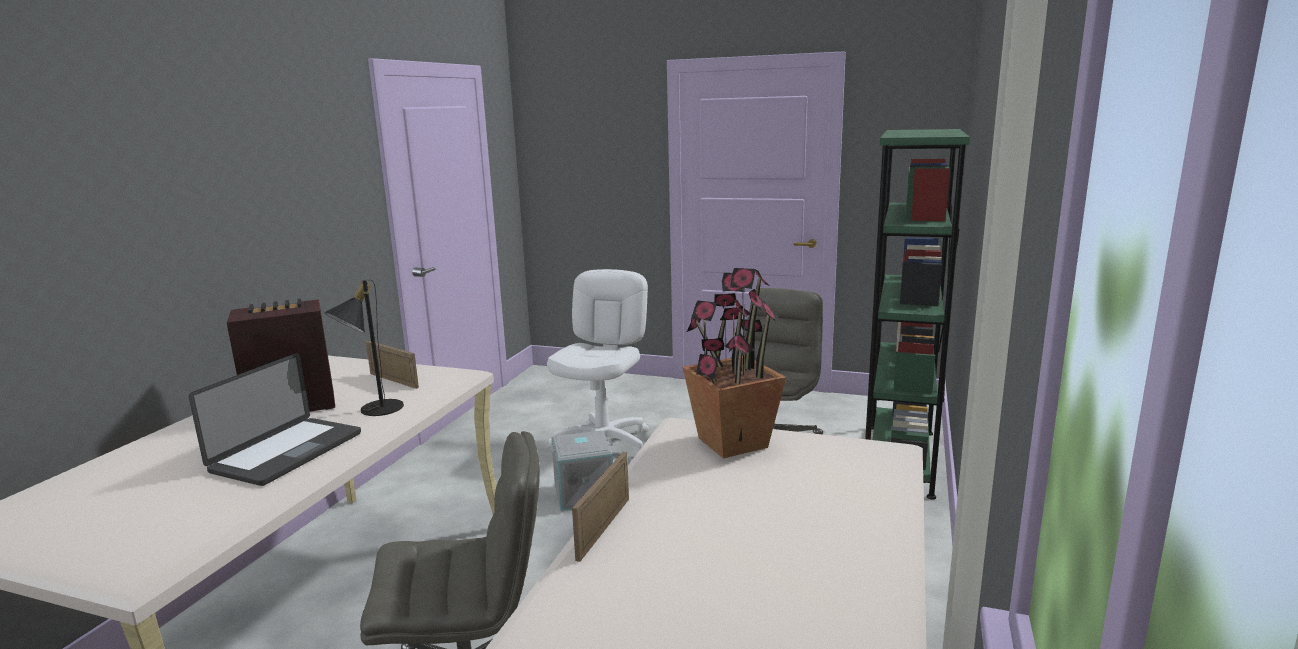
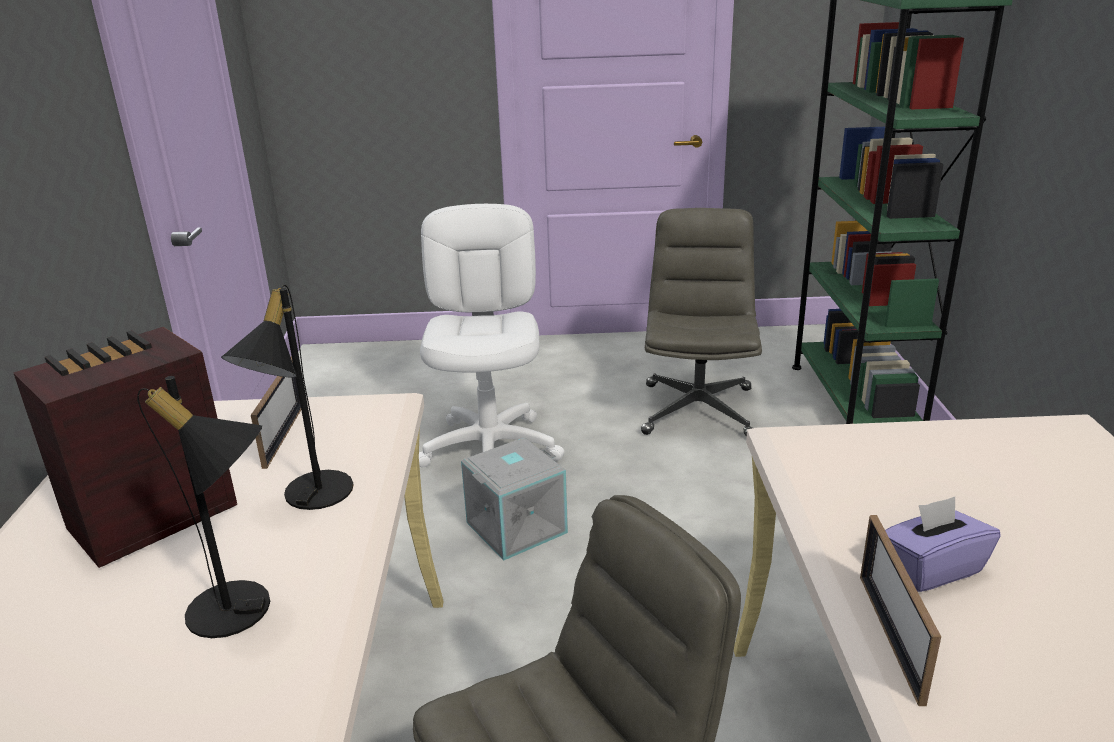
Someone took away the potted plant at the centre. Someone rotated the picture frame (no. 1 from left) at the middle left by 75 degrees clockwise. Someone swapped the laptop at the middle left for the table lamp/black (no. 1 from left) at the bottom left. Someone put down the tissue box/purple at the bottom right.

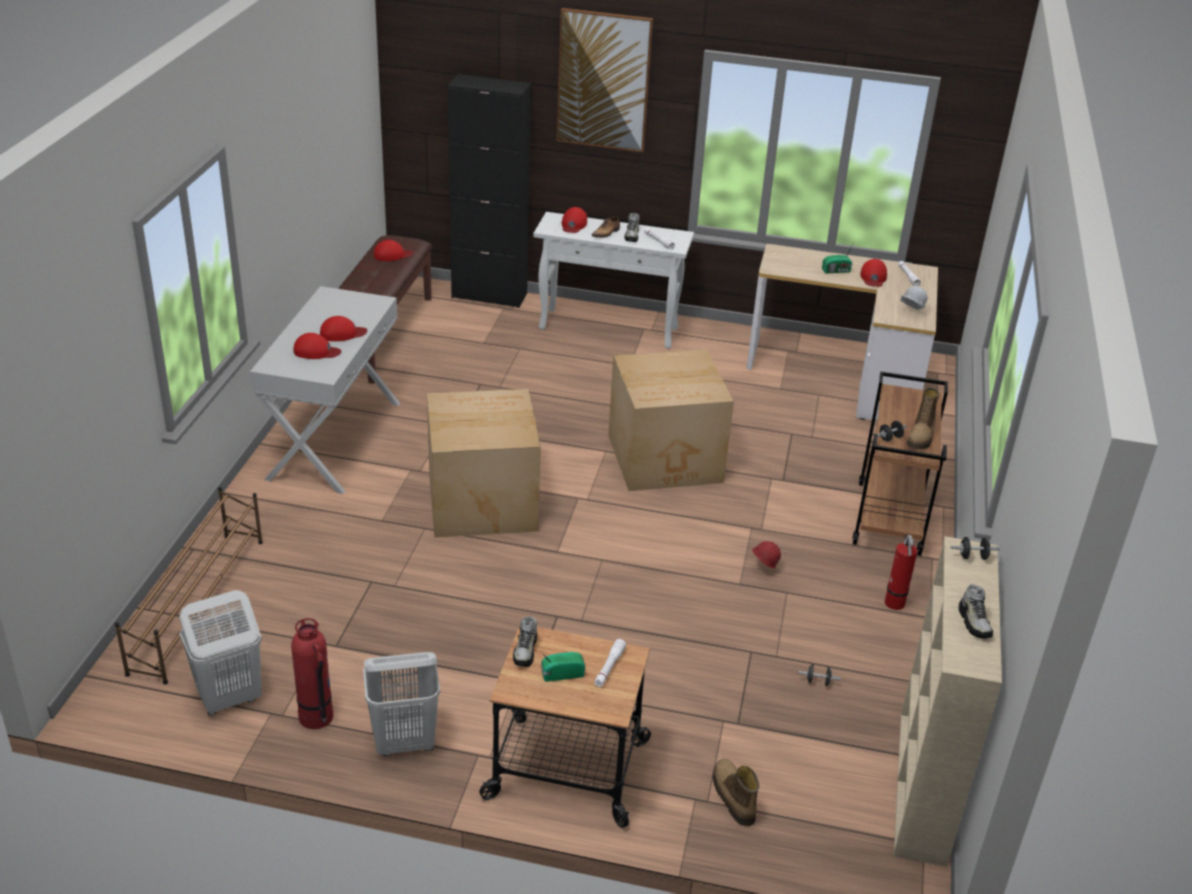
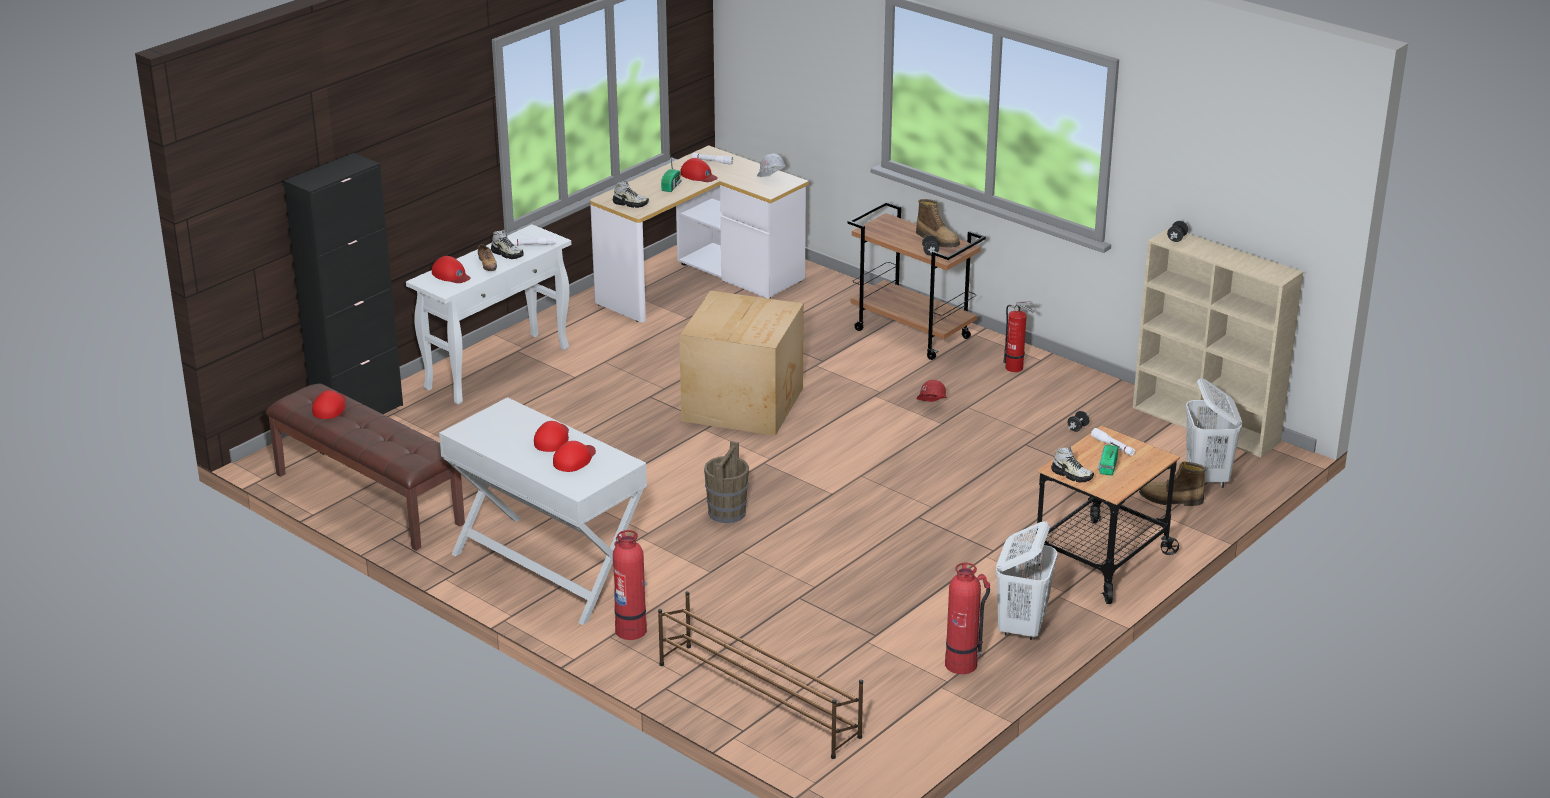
Someone took away the picture at the top centre. Someone swapped the cardboard box (no. 1 from left) at the centre for the bucket/brown at the centre. Someone carried the shoe (no. 4 from left in the first image) from the bottom right to the top centre. Someone carried the laundry basket/white (no. 1 from left in the first image) from the bottom left to the middle right. Someone put down the fire extinguisher (no. 1 from left) at the bottom centre.

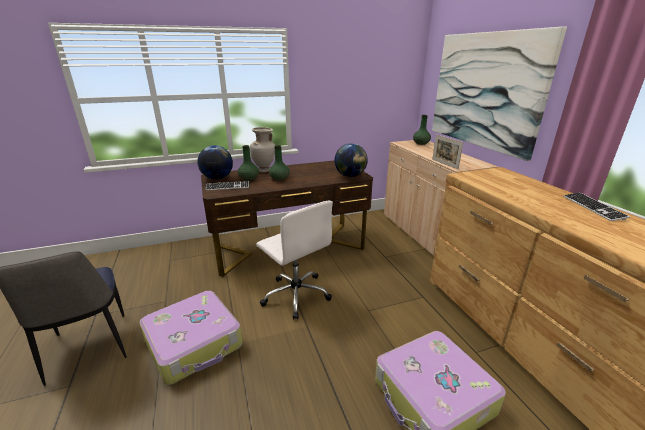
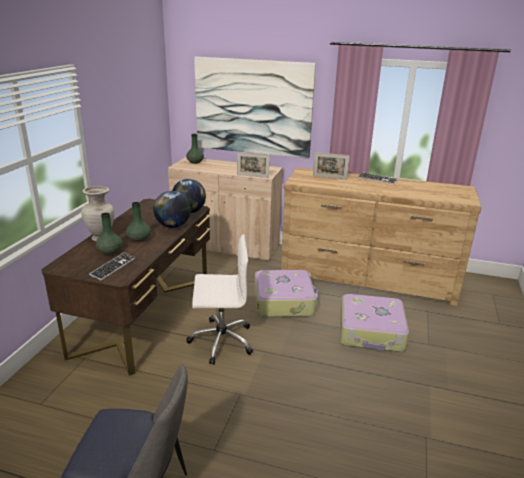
Someone carried the globe (no. 1 from left) from the centre to the middle left. Someone carried the suitcase (no. 1 from left) from the bottom left to the centre. Someone put down the picture frame (no. 2 from left) at the centre.

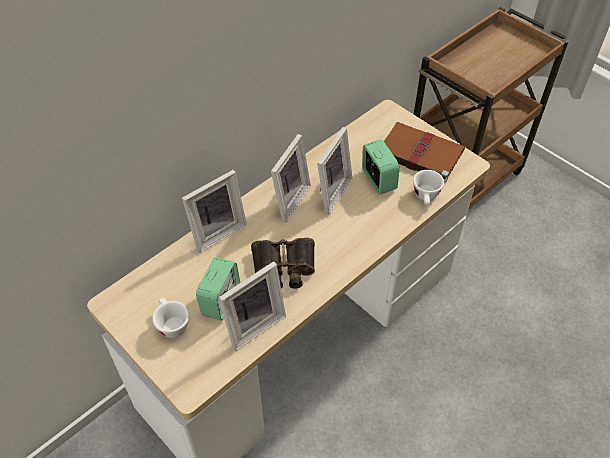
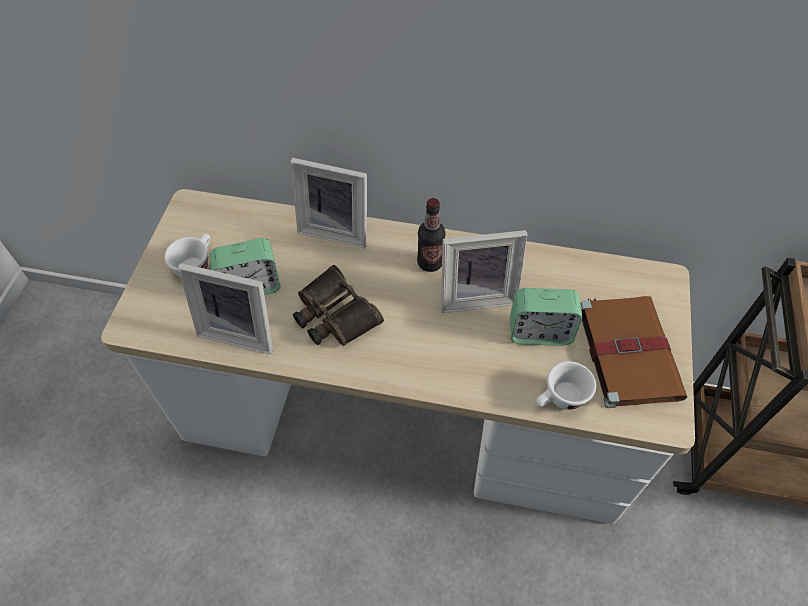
Someone swapped the picture frame (no. 3 from left) at the centre for the bottle at the centre. Someone rotated the alarm clock (no. 2 from left) at the centre by 60 degrees clockwise.

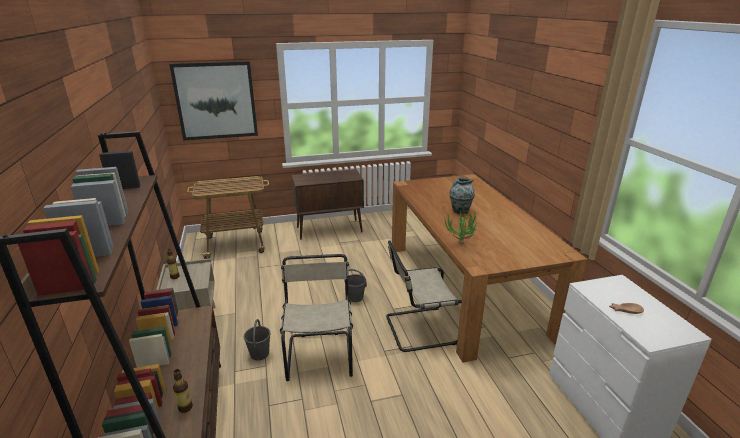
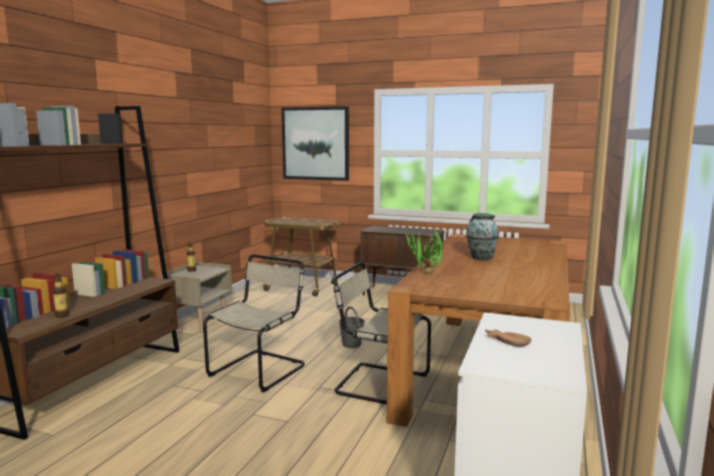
Someone took away the bucket/grey (no. 1 from left) at the bottom centre.

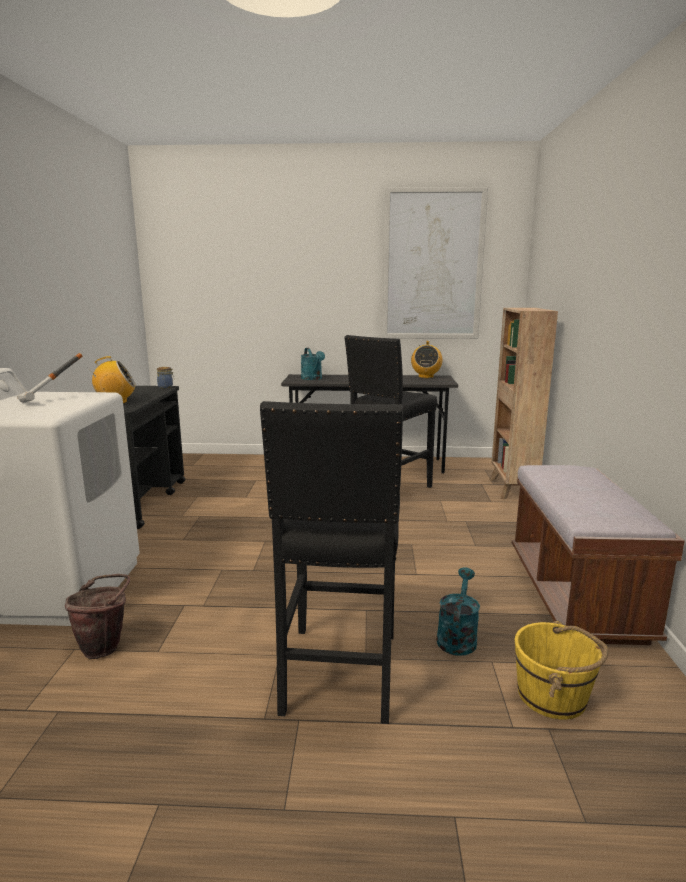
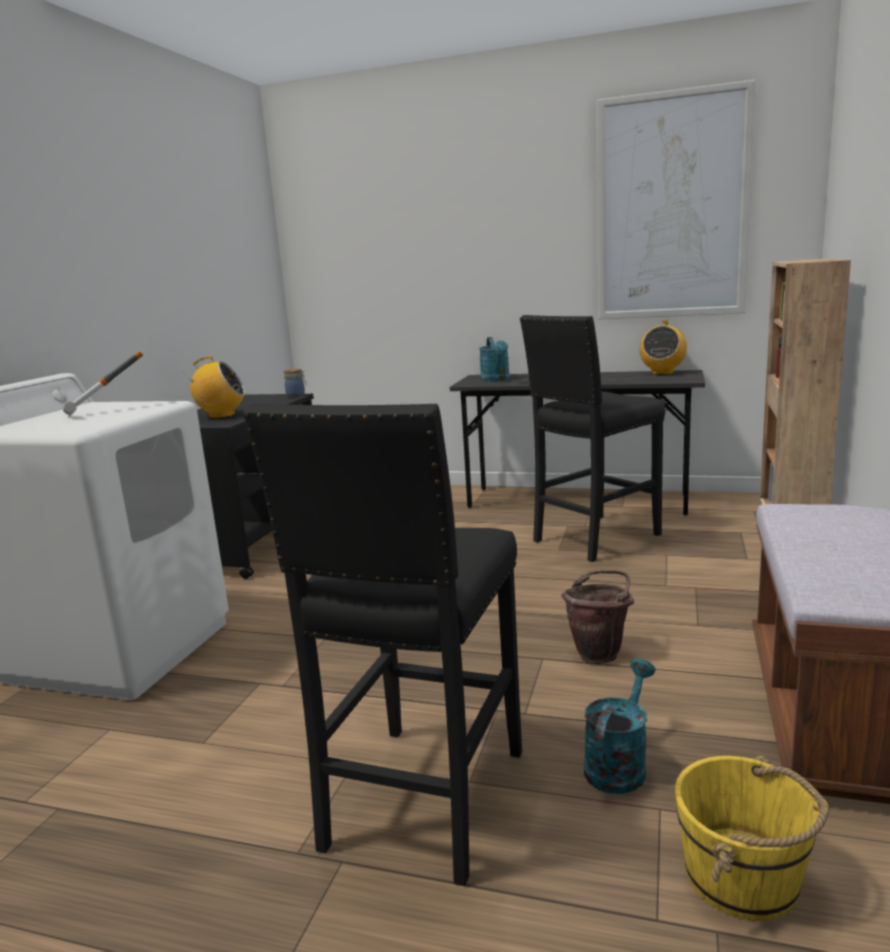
Someone carried the bucket/brown from the bottom left to the middle right.

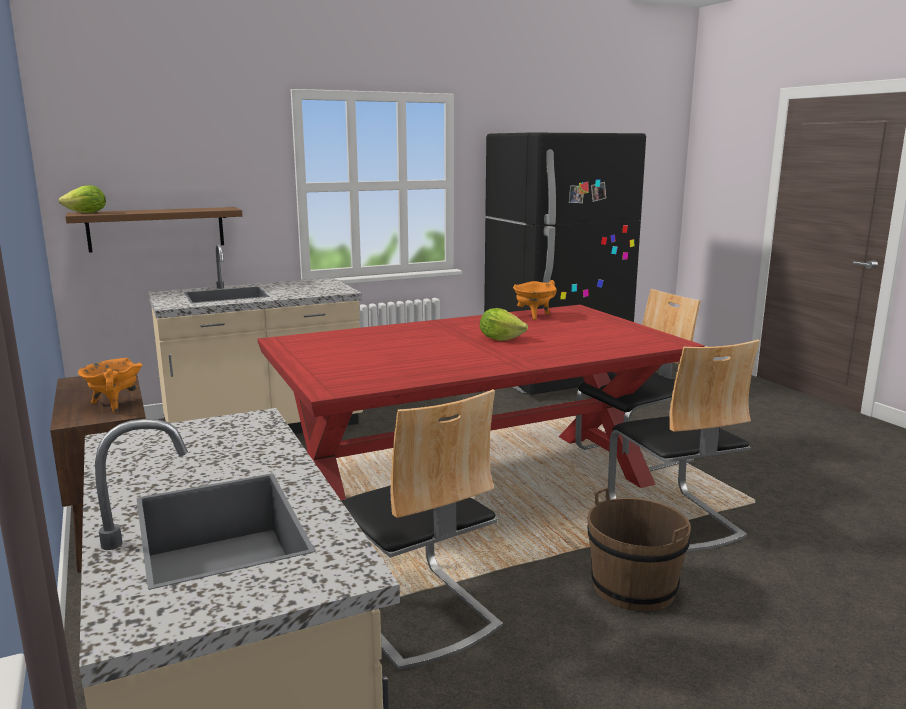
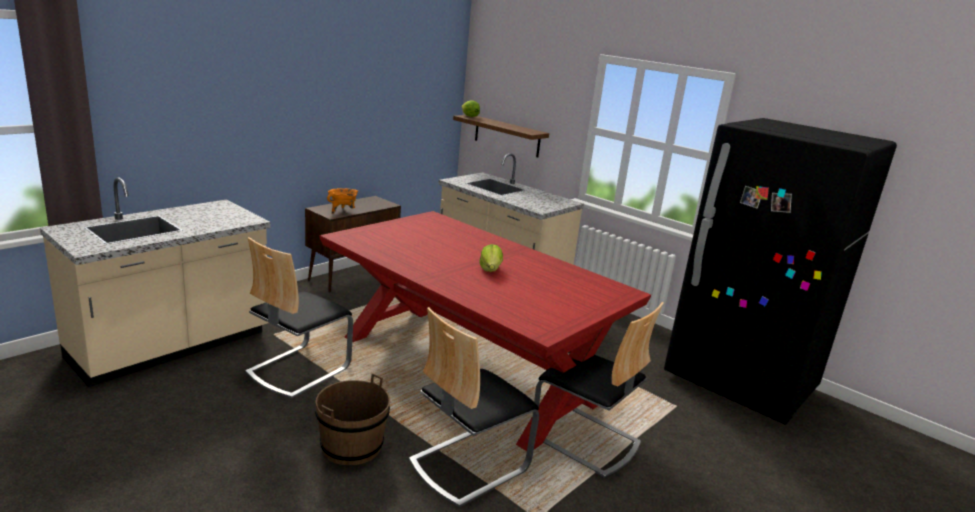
Someone took away the cooking pot/orange (no. 2 from left) at the centre.

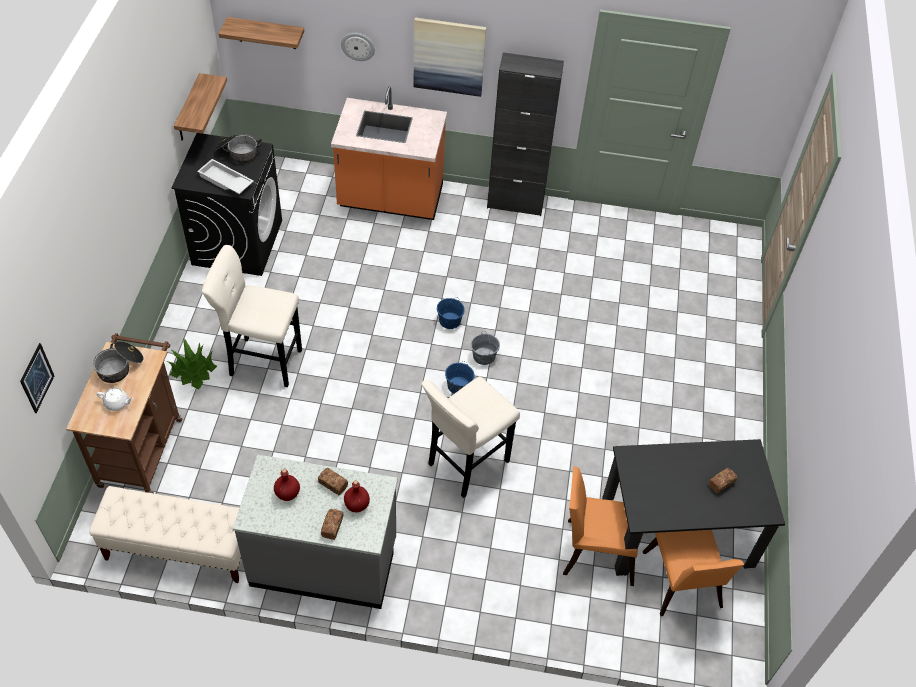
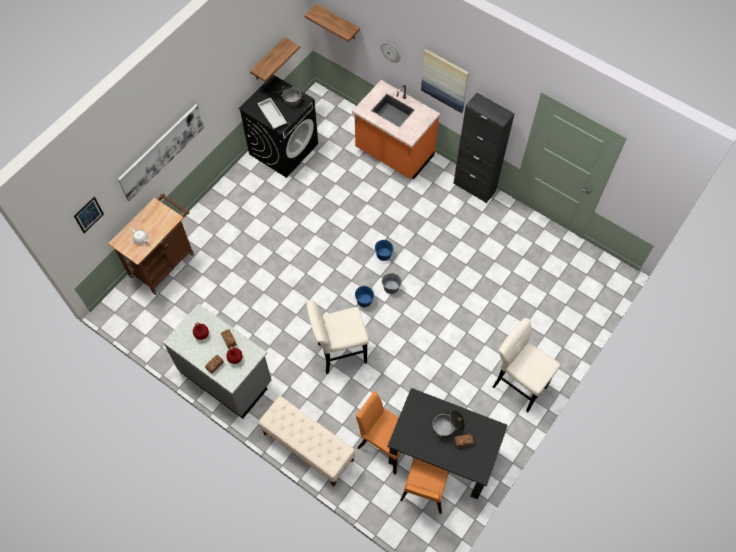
Someone carried the stool/beige (no. 1 from left in the first image) from the middle left to the middle right. Someone took away the potted plant at the middle left. Someone carried the cooking pot (no. 1 from left in the first image) from the middle left to the bottom centre. Someone carried the bench/beige from the bottom left to the bottom centre. Someone put up the picture (no. 2 from left) at the top left.

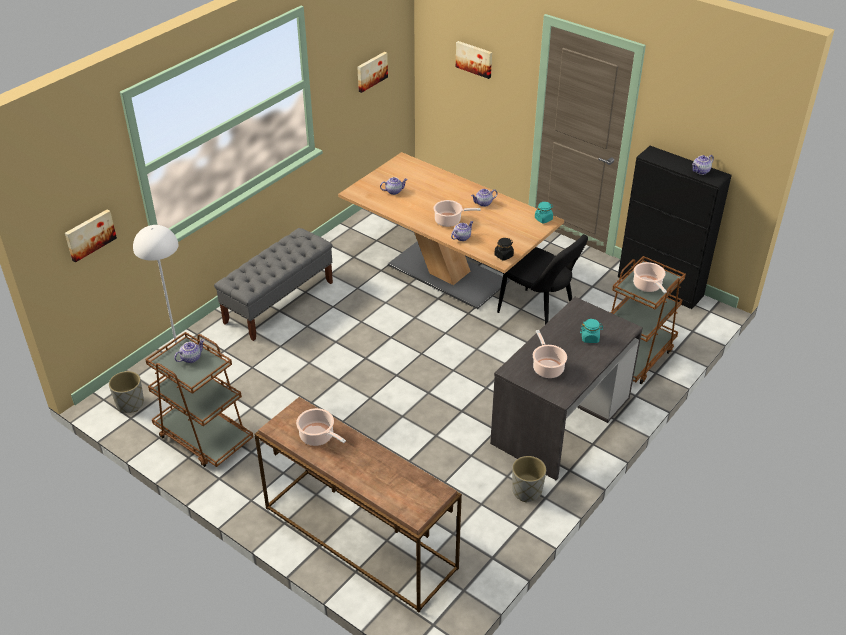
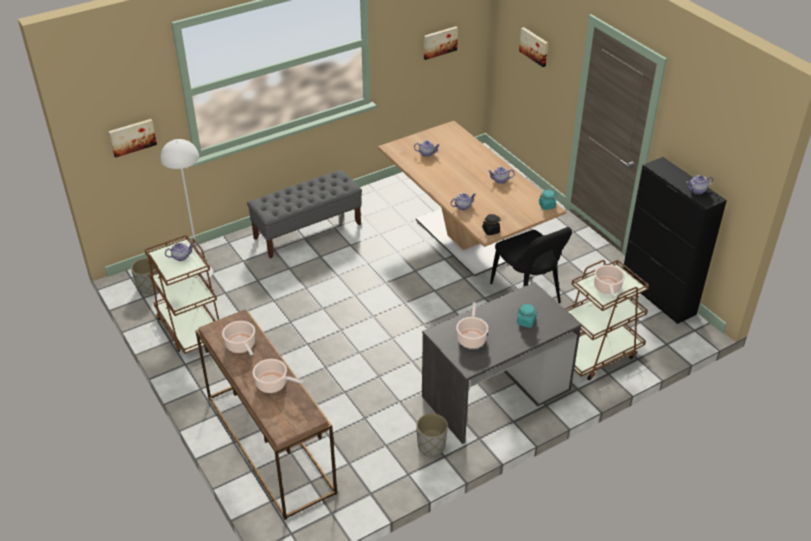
Someone carried the cooking pot (no. 2 from left) from the centre to the bottom centre.

